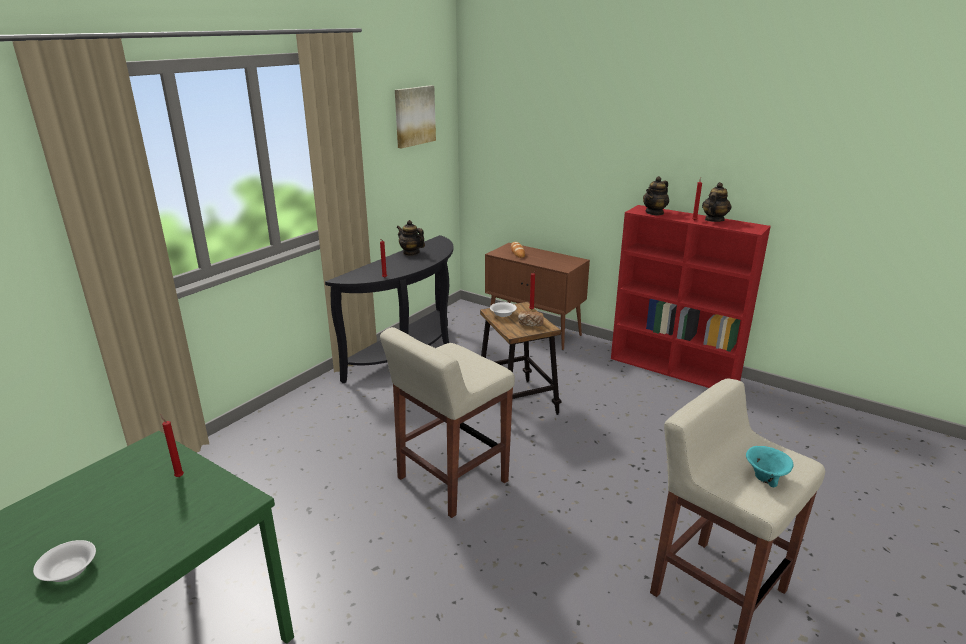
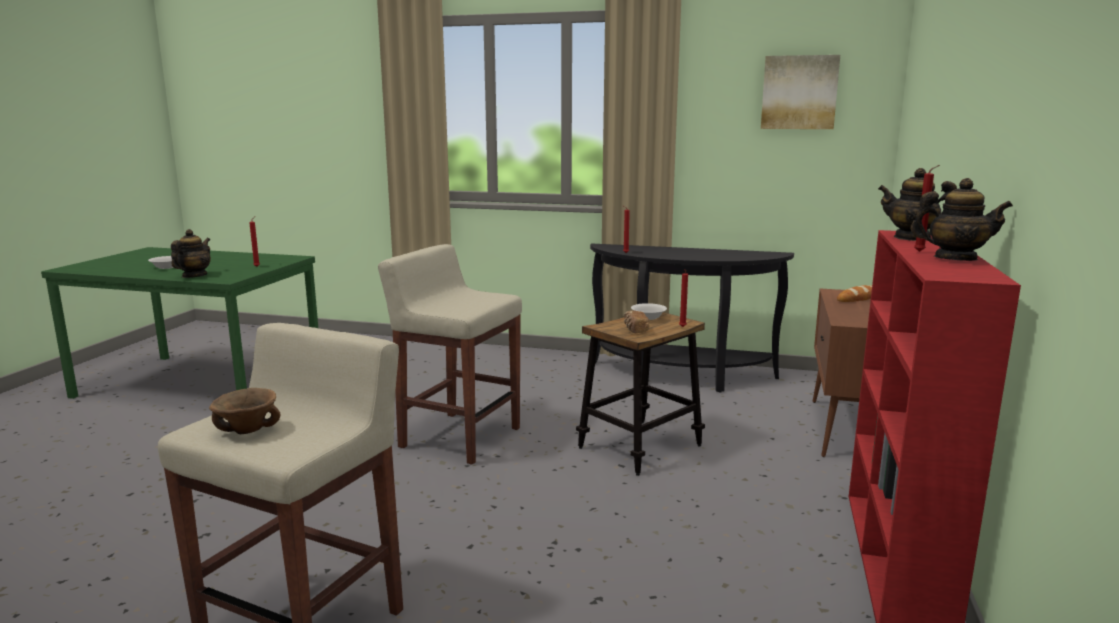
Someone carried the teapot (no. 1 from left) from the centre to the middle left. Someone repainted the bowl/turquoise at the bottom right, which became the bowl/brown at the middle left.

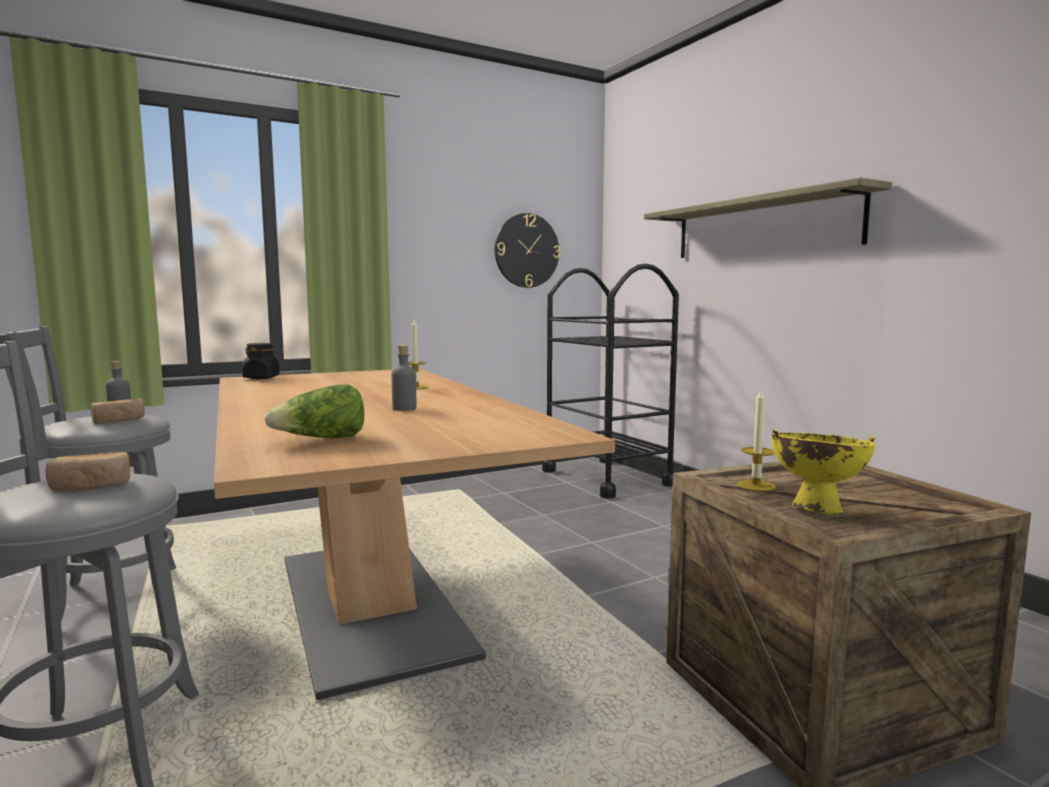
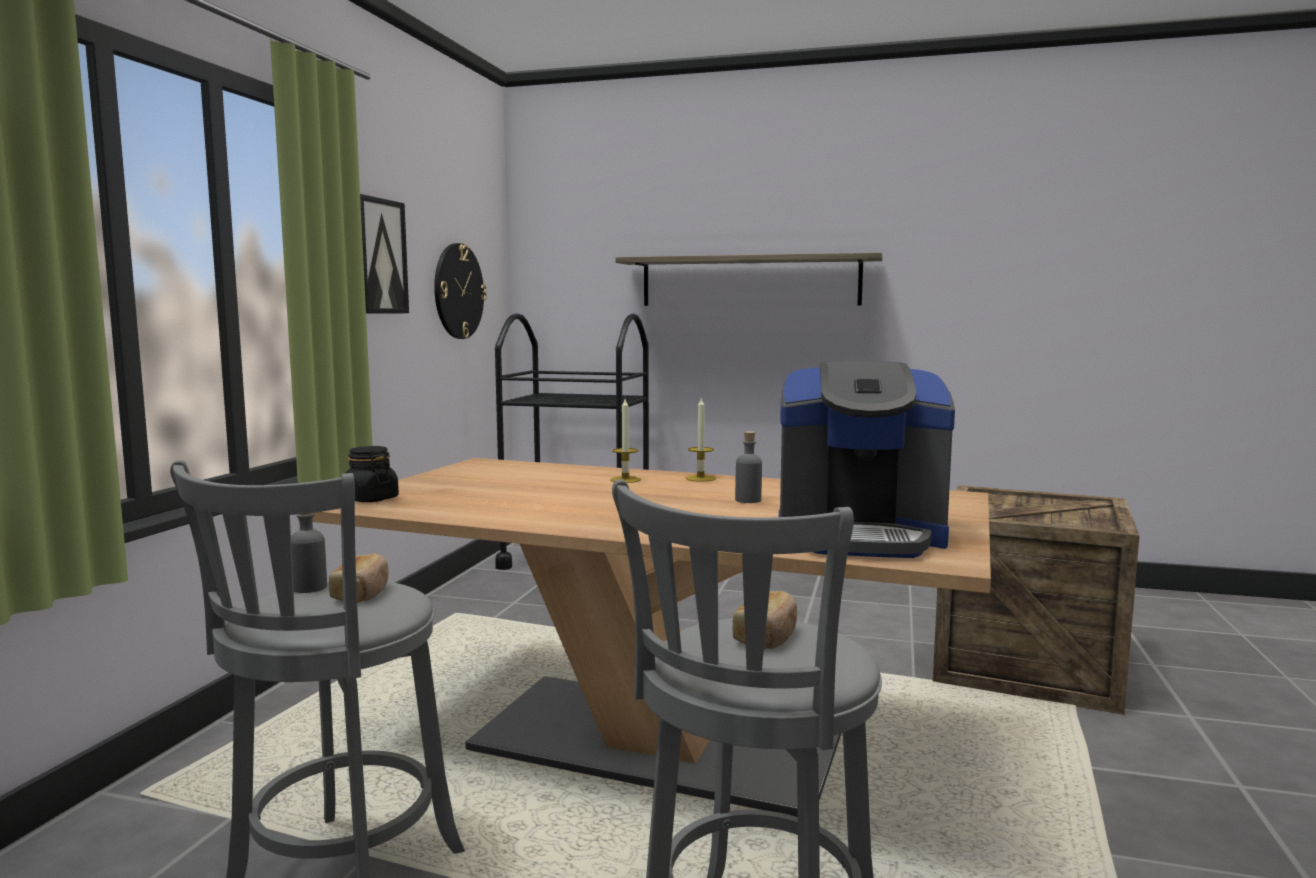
Someone swapped the lettuce at the middle left for the coffee machine at the centre. Someone carried the candle (no. 2 from left) from the middle right to the centre. Someone took away the bowl/yellow at the middle right. Someone put up the picture at the top left.

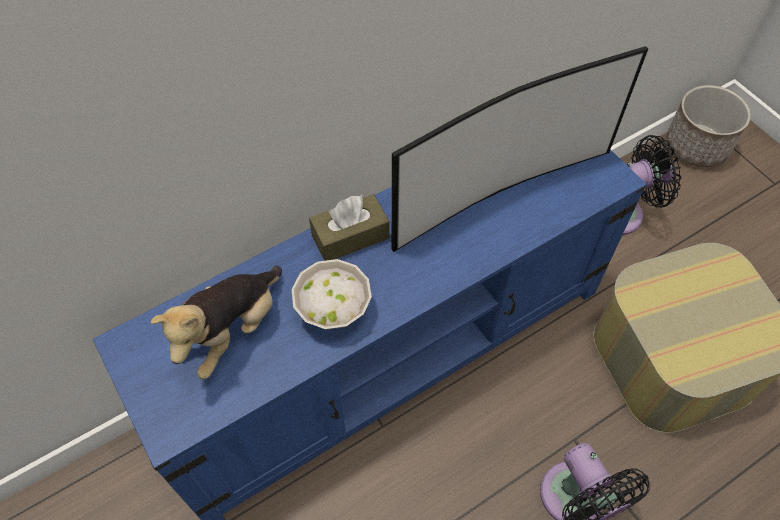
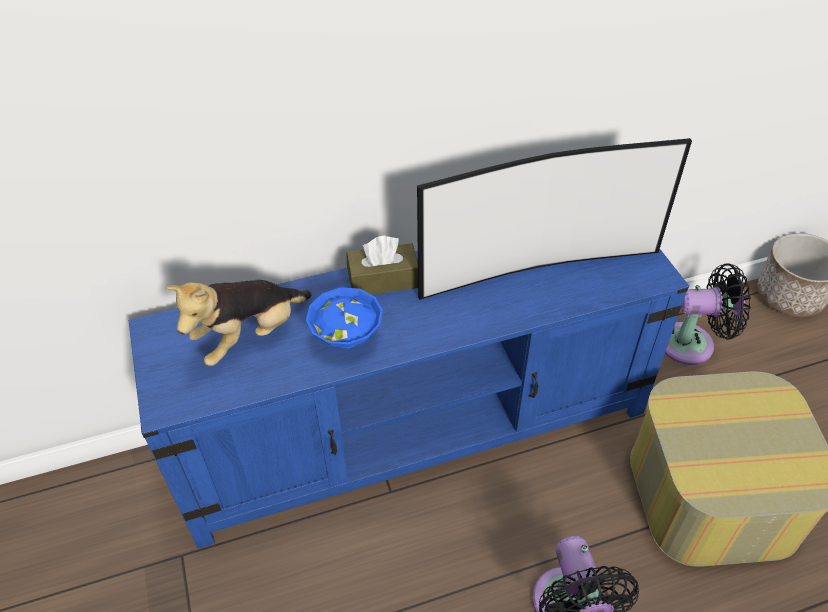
Someone repainted the bowl/white at the centre, which became the bowl/blue at the centre.

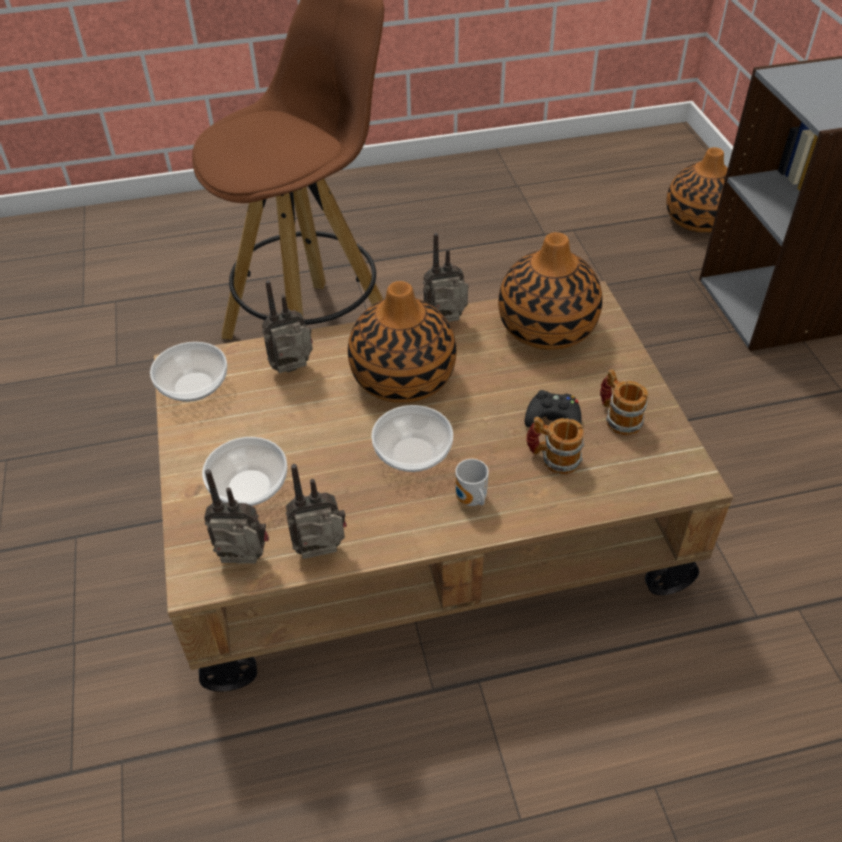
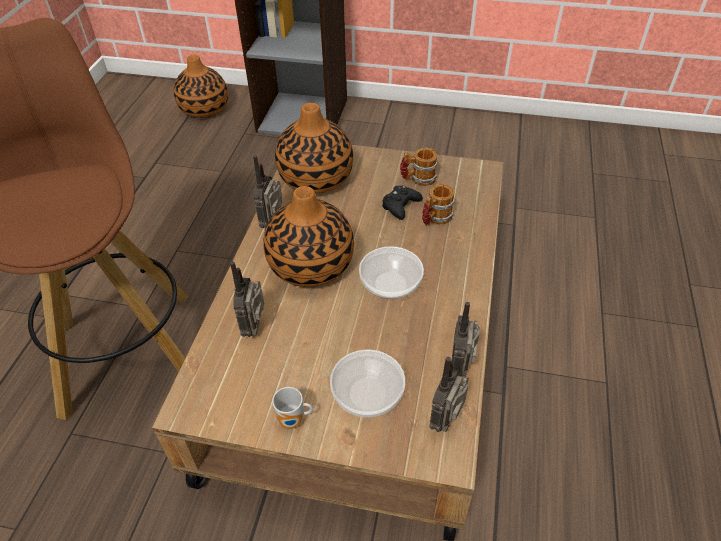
Someone took away the bowl (no. 1 from left) at the middle left. Someone carried the mug (no. 1 from left) from the centre to the bottom centre.

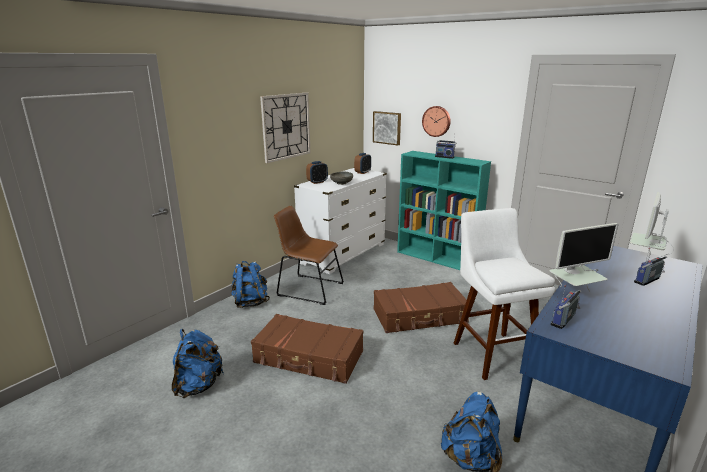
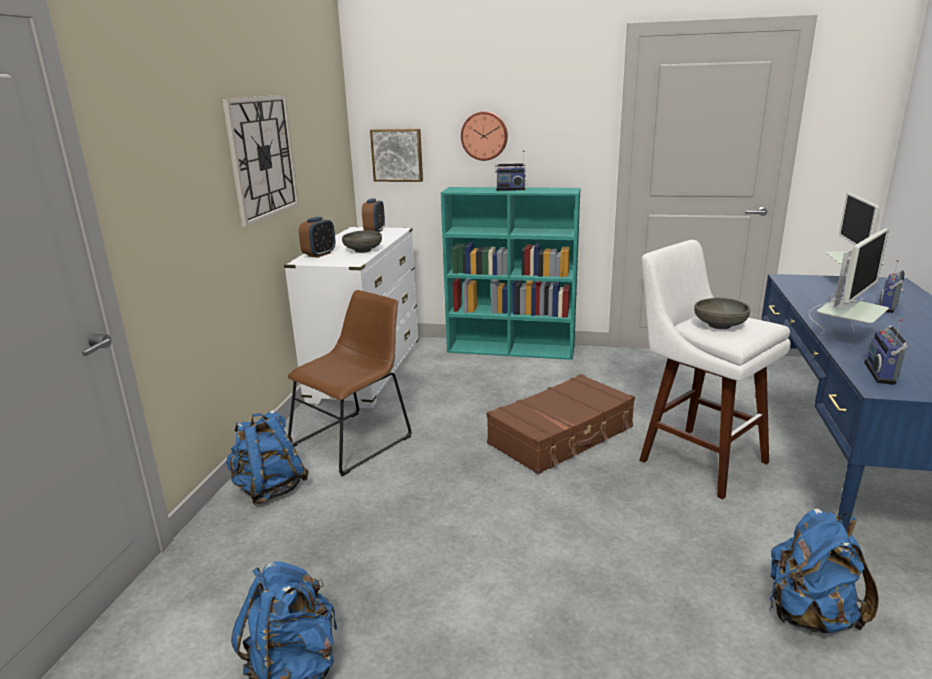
Someone rotated the chair/brown at the centre by 135 degrees clockwise. Someone took away the suitcase/brown (no. 1 from left) at the bottom centre. Someone put down the bowl/grey (no. 2 from left) at the middle right.

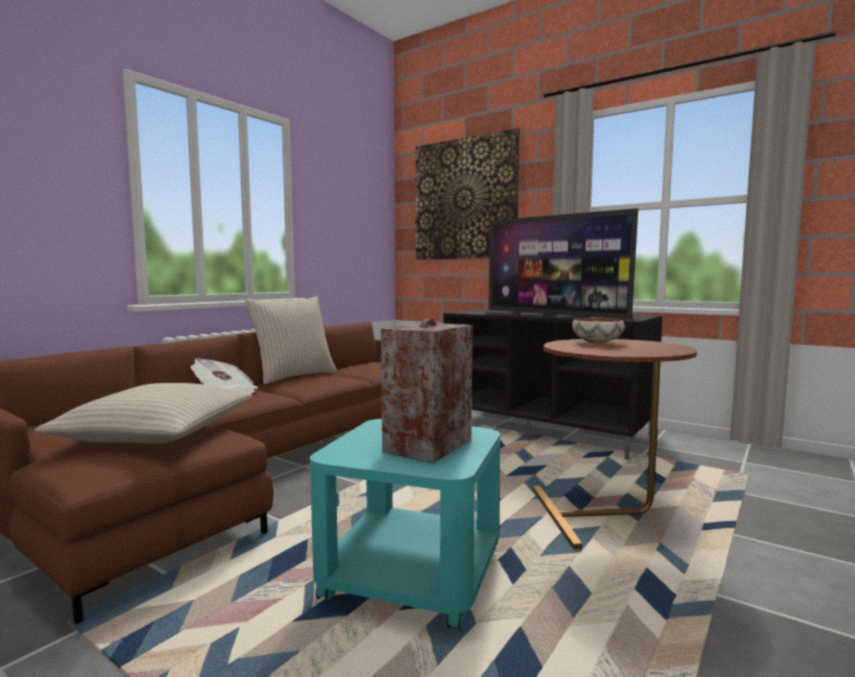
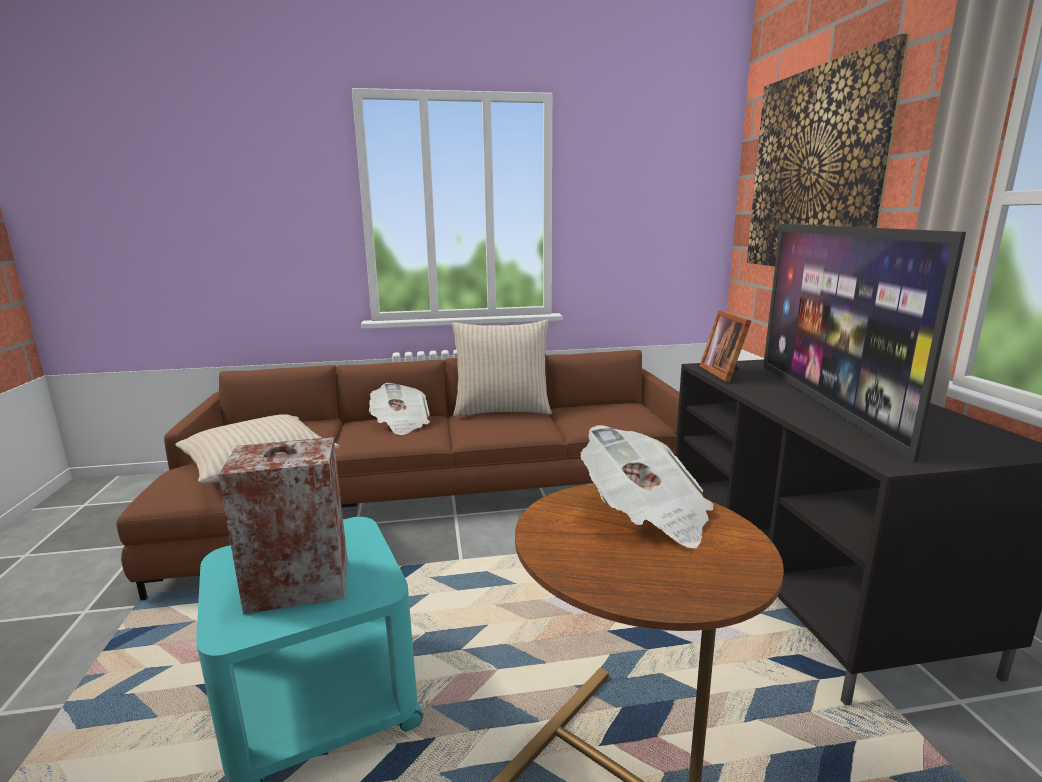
Someone swapped the bowl at the middle right for the newspaper (no. 2 from left) at the centre. Someone put down the picture frame at the middle right.

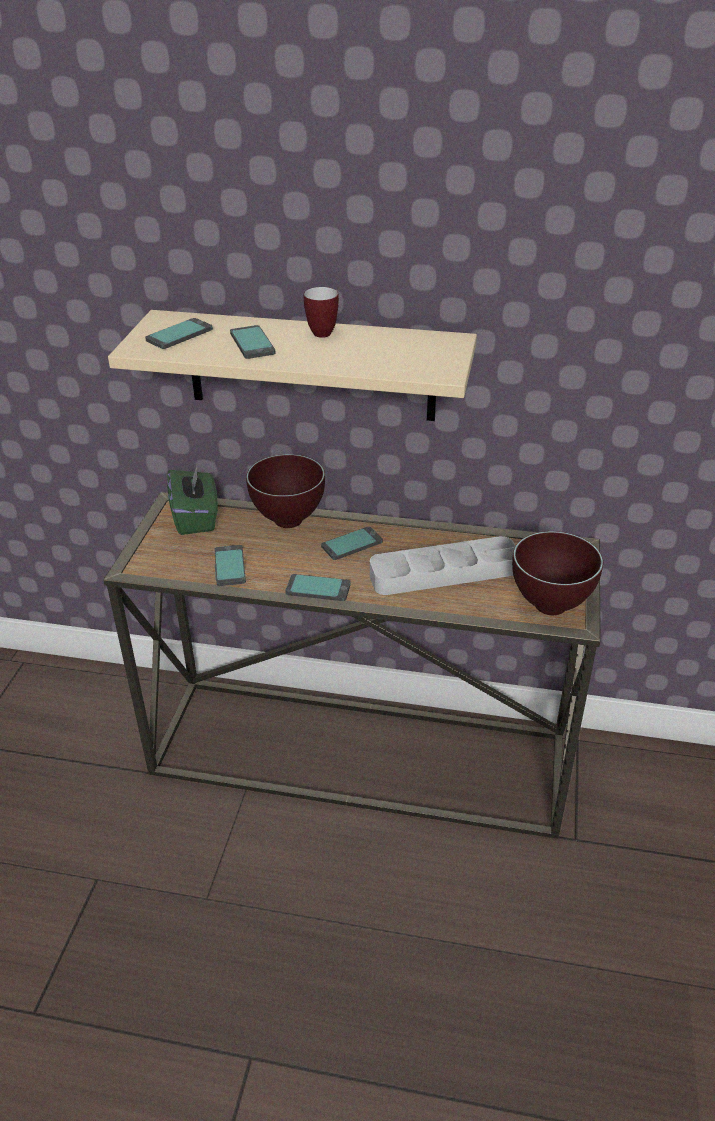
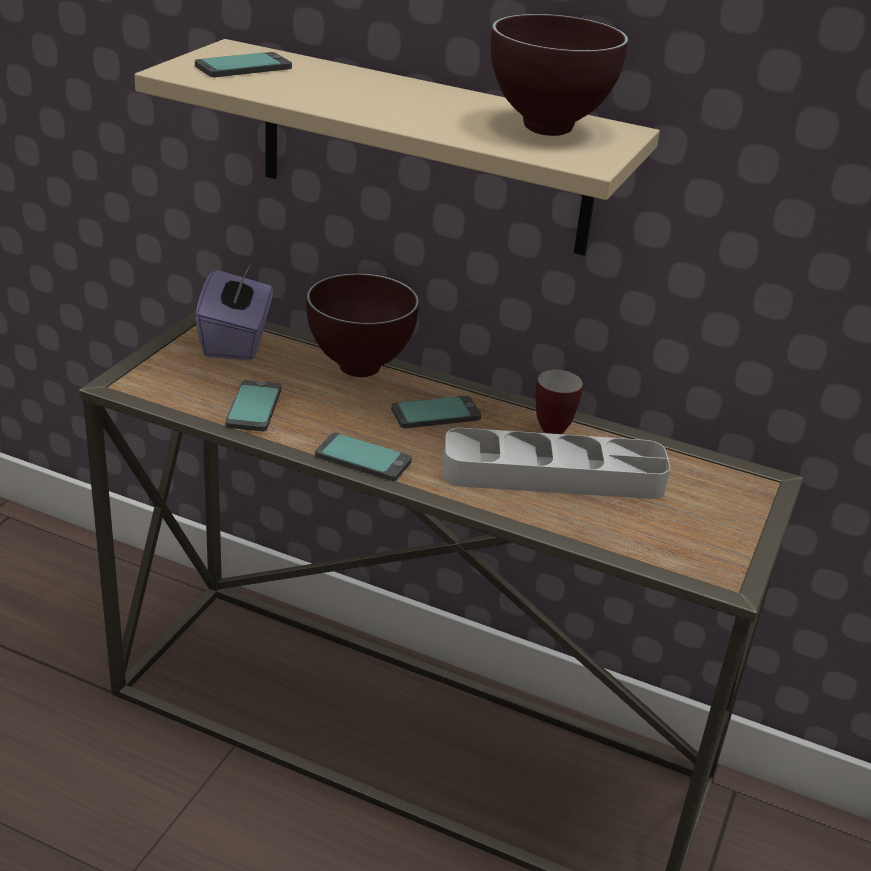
Someone carried the mug from the top centre to the centre. Someone took away the phone (no. 3 from left) at the top centre. Someone repainted the tissue box/green at the middle left, which became the tissue box/purple at the middle left. Someone carried the bowl/brown (no. 2 from left) from the middle right to the top centre.

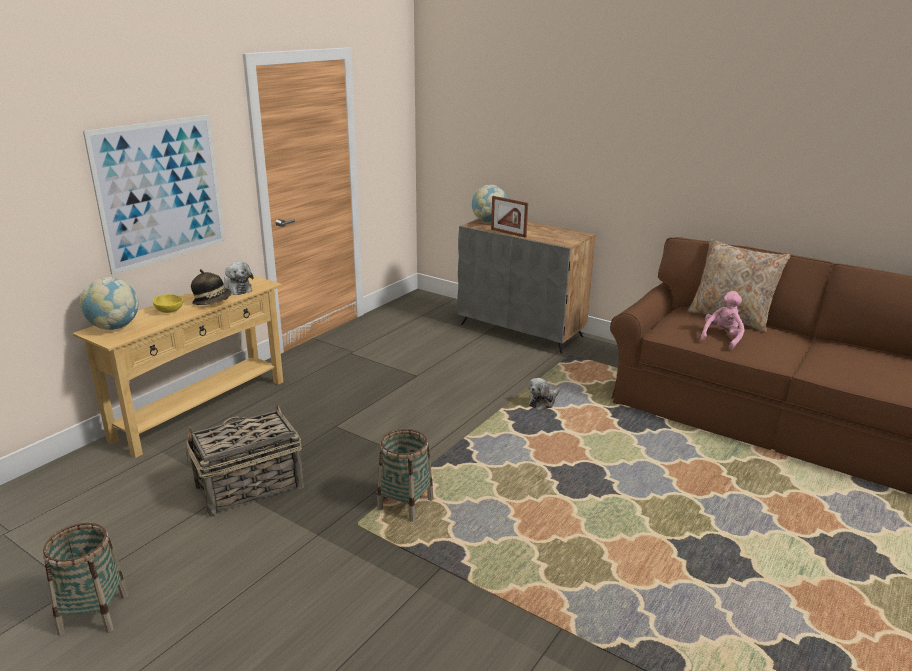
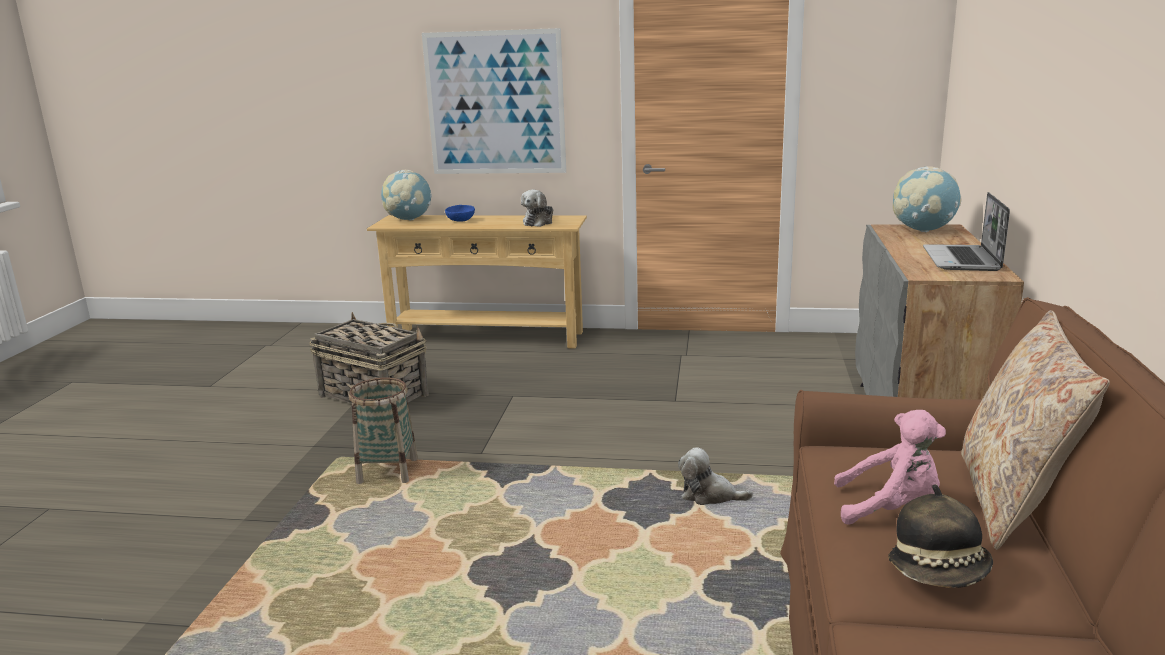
Someone took away the picture frame at the top centre. Someone carried the hat from the middle left to the bottom right. Someone repainted the bowl/yellow at the middle left, which became the bowl/blue at the top centre. Someone took away the basket (no. 1 from left) at the bottom left. Someone put down the laptop at the middle right.

